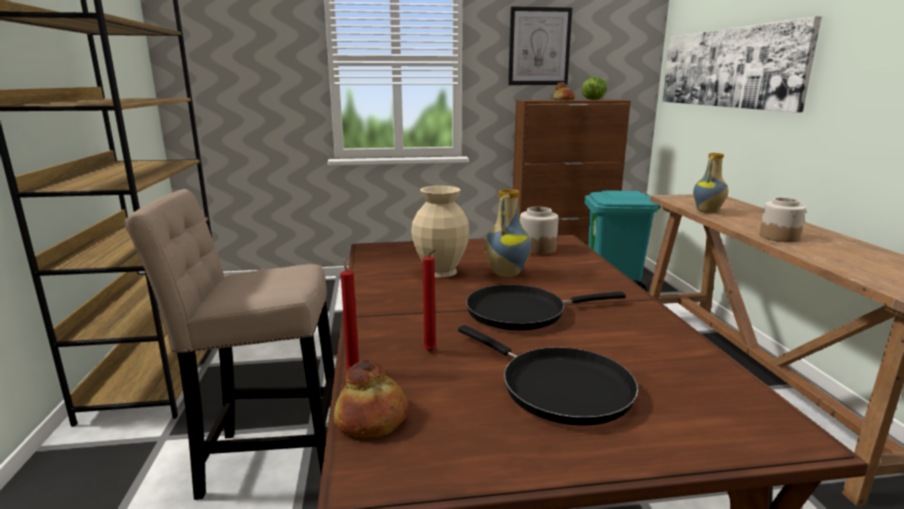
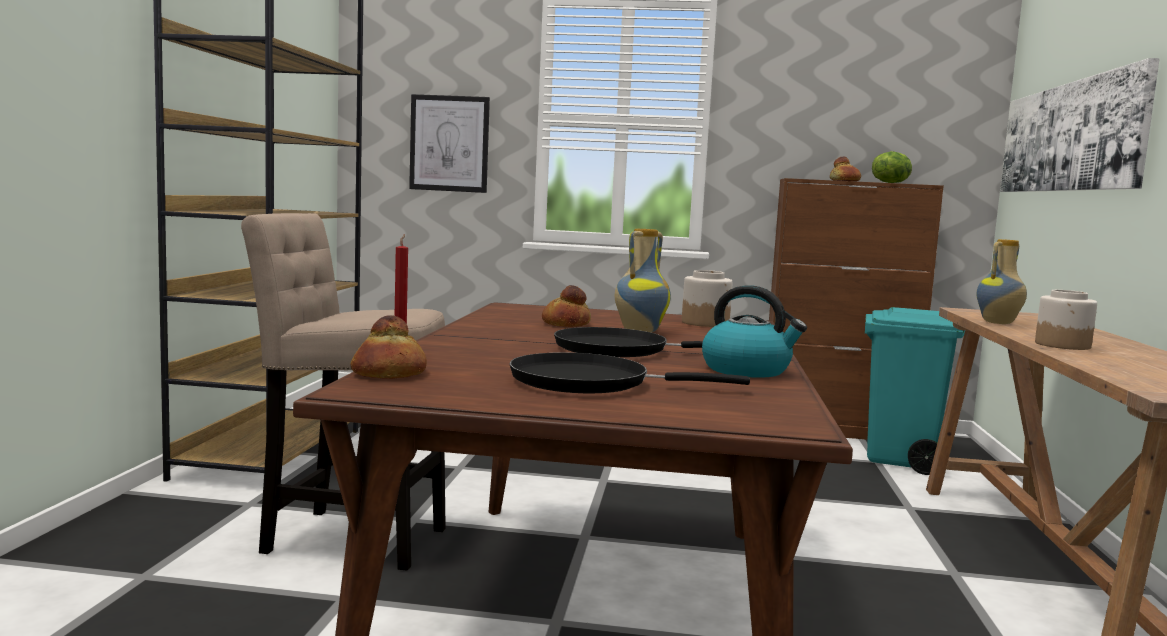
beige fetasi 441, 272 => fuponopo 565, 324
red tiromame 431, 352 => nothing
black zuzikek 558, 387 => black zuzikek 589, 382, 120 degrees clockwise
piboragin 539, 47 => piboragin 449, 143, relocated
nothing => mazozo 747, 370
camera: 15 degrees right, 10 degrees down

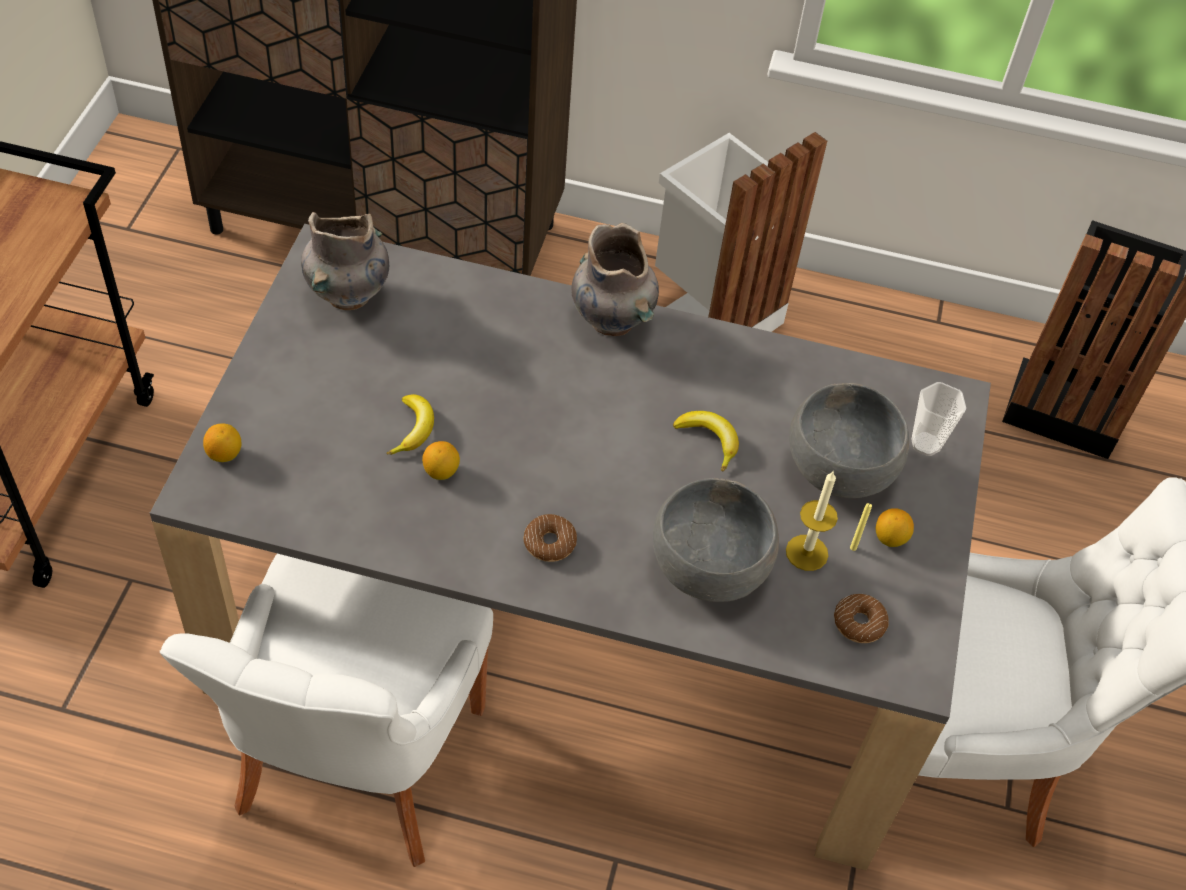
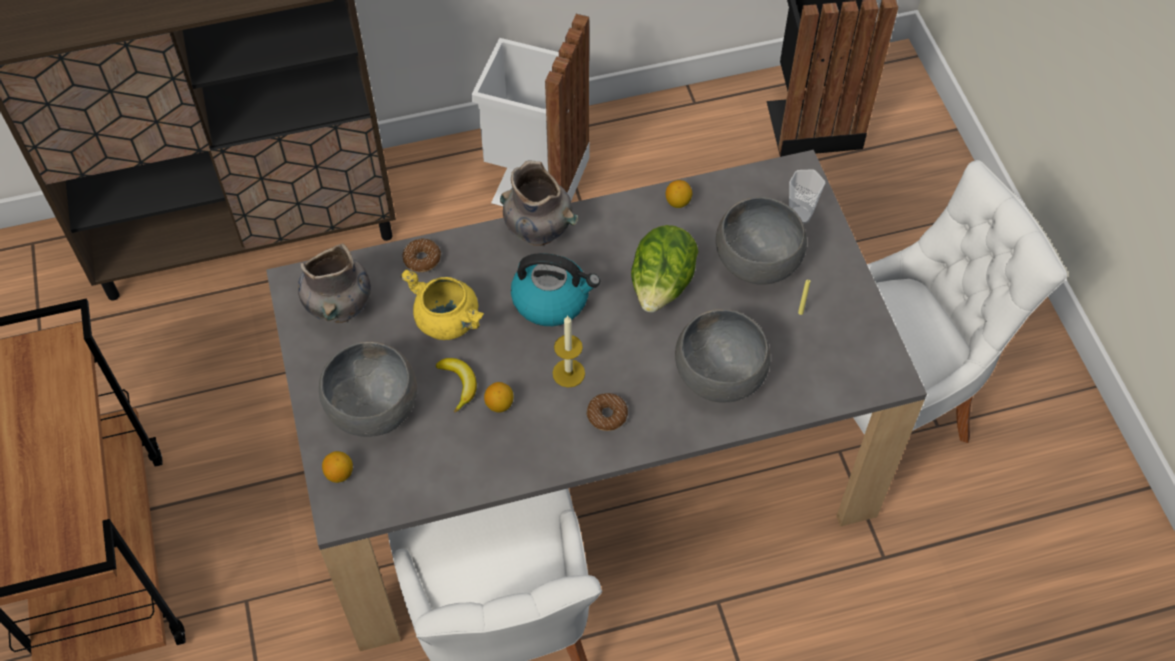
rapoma 709, 440 => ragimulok 662, 286
tiromame 806, 552 => tiromame 568, 373, relocated
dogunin 859, 623 => dogunin 422, 259, relocated
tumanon 890, 538 => tumanon 678, 202, relocated
nothing => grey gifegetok 373, 407
nothing => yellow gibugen 448, 320
nothing => mazozo 552, 300
camera: 25 degrees left, 5 degrees up

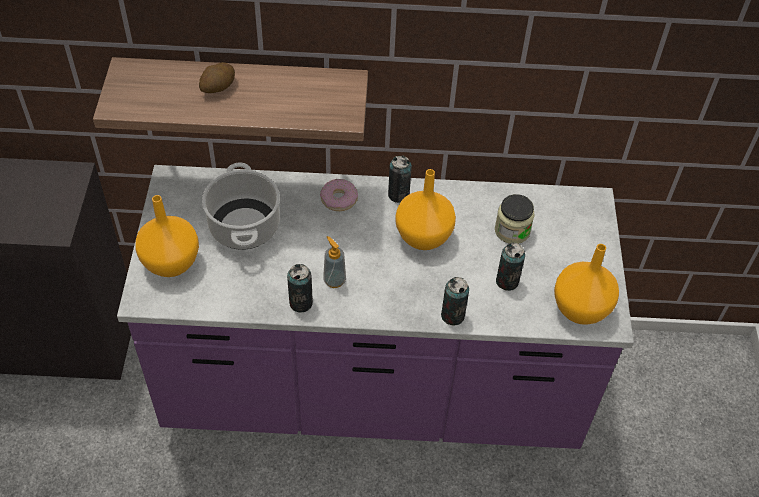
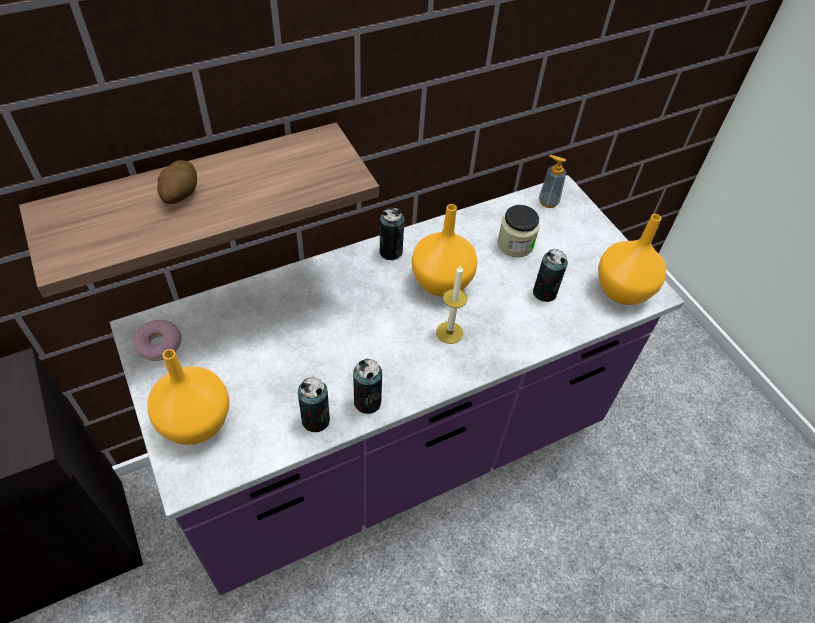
gibugen 245, 227 => nothing
dogunin 339, 199 => dogunin 159, 344, relocated
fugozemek 334, 280 => fugozemek 548, 202, relocated
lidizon 452, 316 => lidizon 315, 420, relocated
nothing => tiromame 449, 332
camera: 30 degrees left, 0 degrees up

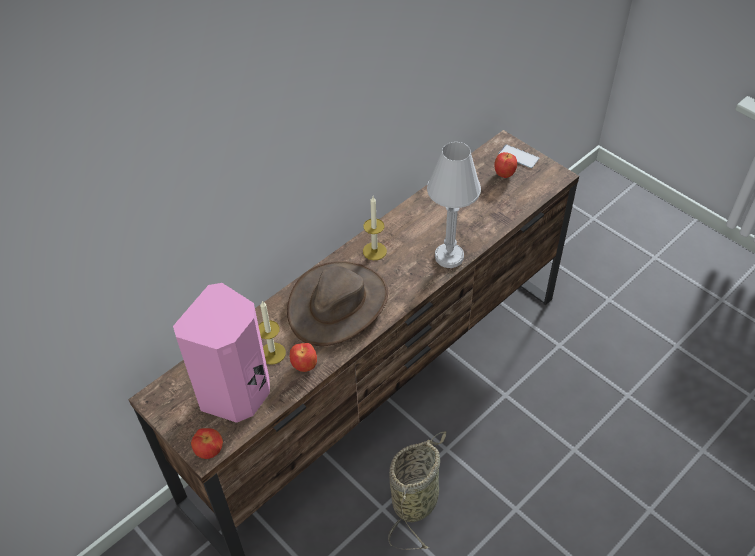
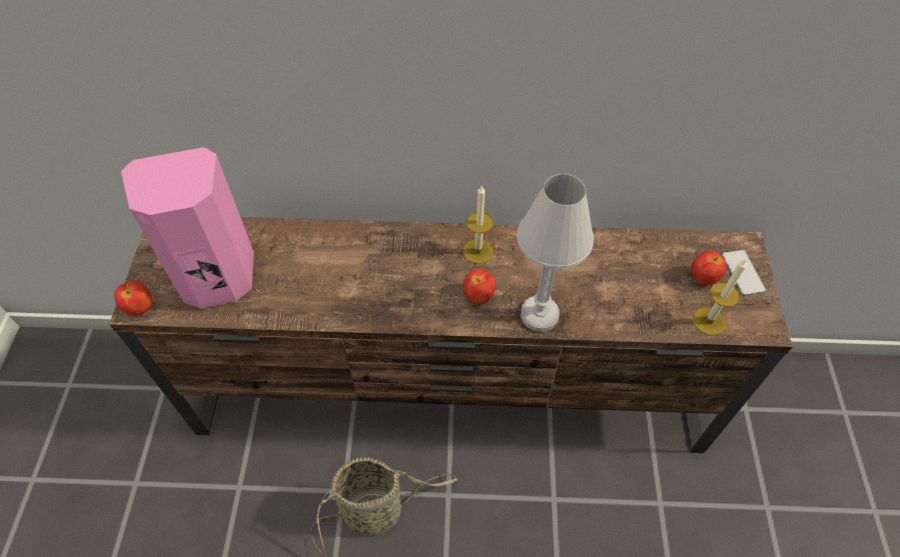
tiromame 272, 353 => tiromame 709, 321, relocated
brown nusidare 337, 304 => nothing
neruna 305, 366 => neruna 479, 297, relocated
camera: 45 degrees right, 5 degrees up

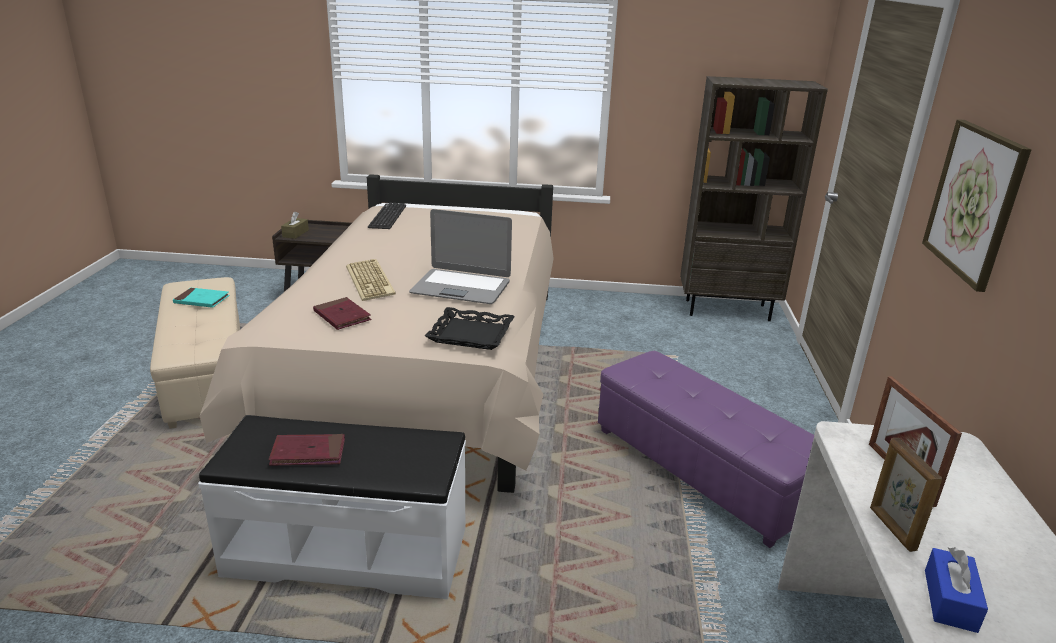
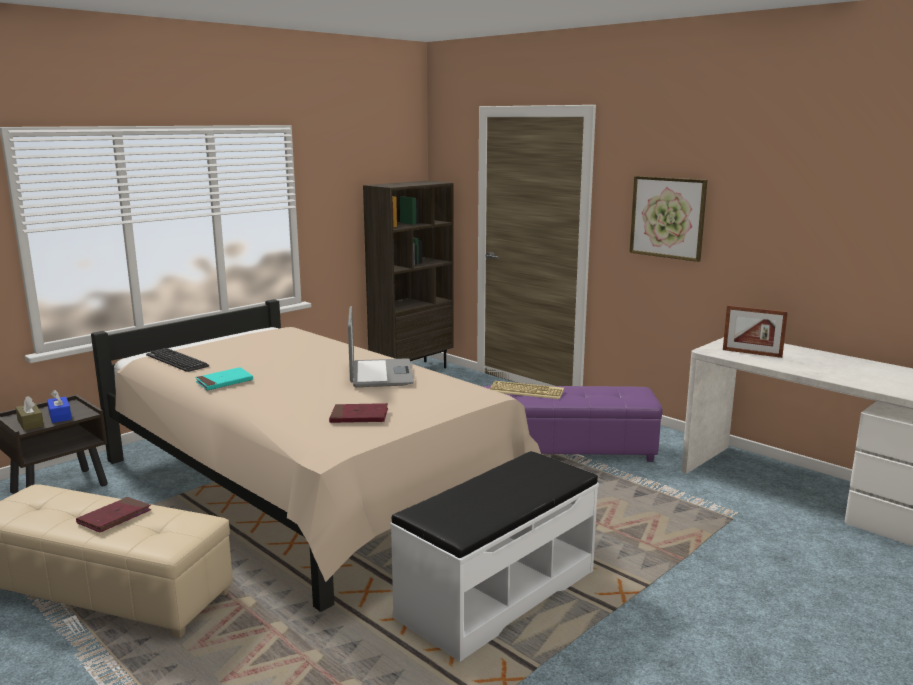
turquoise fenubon 202, 300 => turquoise fenubon 224, 382, relocated
red fenubon 308, 453 => red fenubon 114, 517, relocated
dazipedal 371, 281 => dazipedal 527, 391, relocated
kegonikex 461, 287 => kegonikex 380, 374, 60 degrees counterclockwise
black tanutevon 470, 334 => nothing
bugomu 891, 529 => nothing
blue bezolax 950, 600 => blue bezolax 60, 416, relocated
camera: 50 degrees left, 10 degrees down

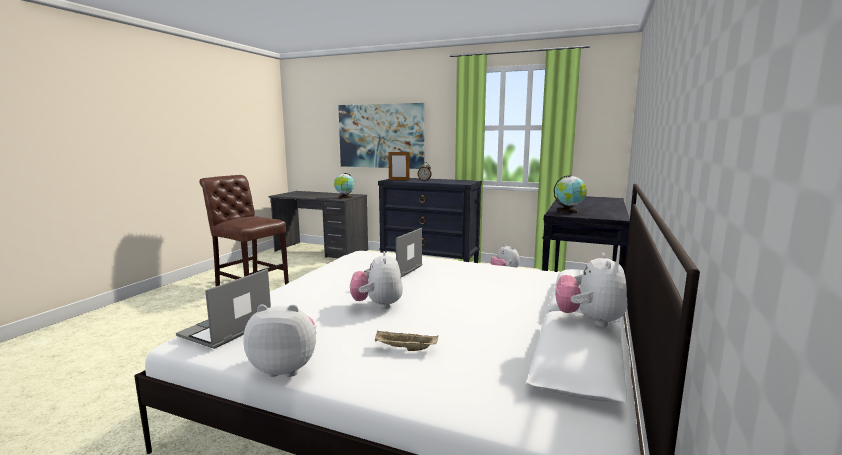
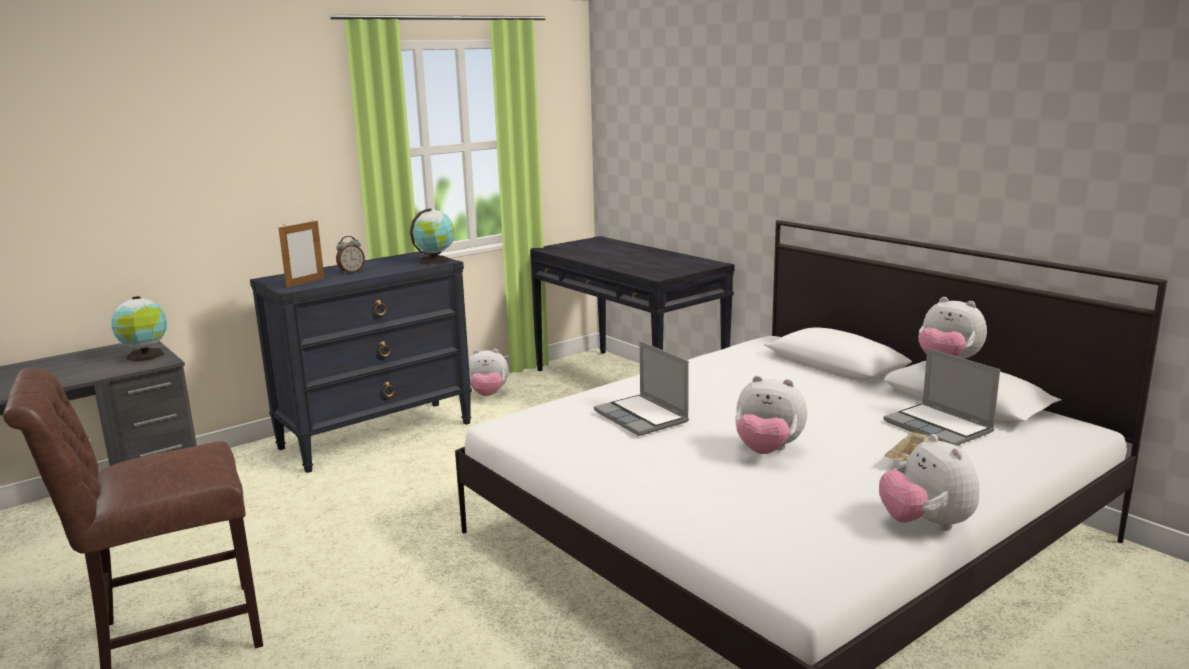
kegonikex 226, 330 => kegonikex 939, 427, relocated
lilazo 285, 368 => lilazo 926, 524, 45 degrees counterclockwise
piboragin 381, 136 => nothing
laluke 569, 211 => laluke 435, 260, relocated
camera: 60 degrees left, 5 degrees up

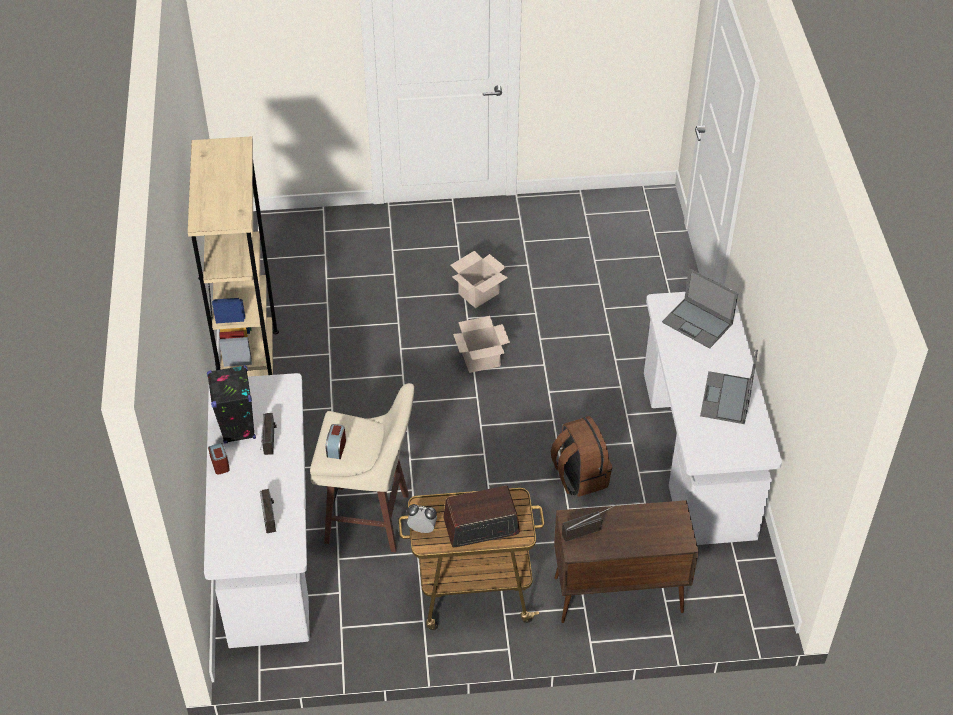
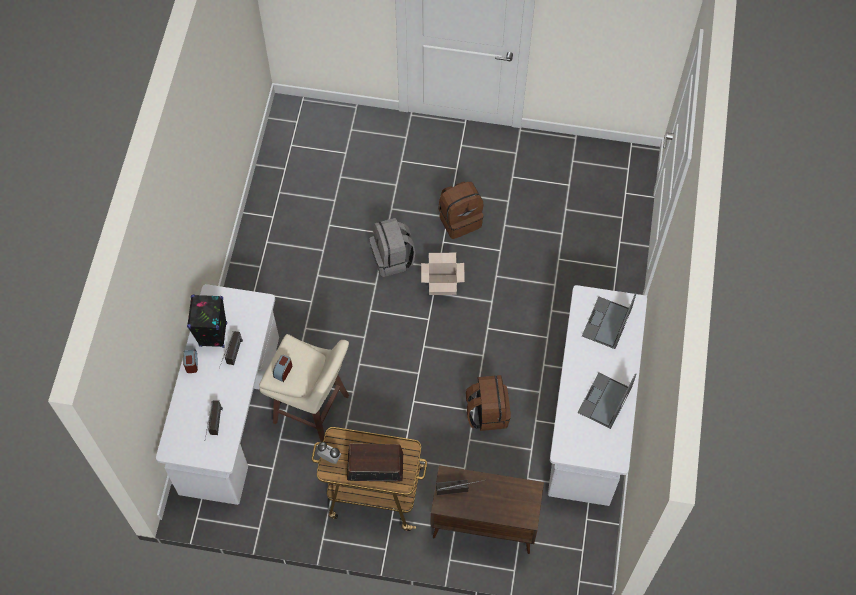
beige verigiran 252, 375 => nothing
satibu 479, 293 => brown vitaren 460, 219
kegonikex 698, 323 => kegonikex 606, 323, 60 degrees clockwise
nothing => grey vitaren 393, 258
camera: 15 degrees right, 15 degrees up

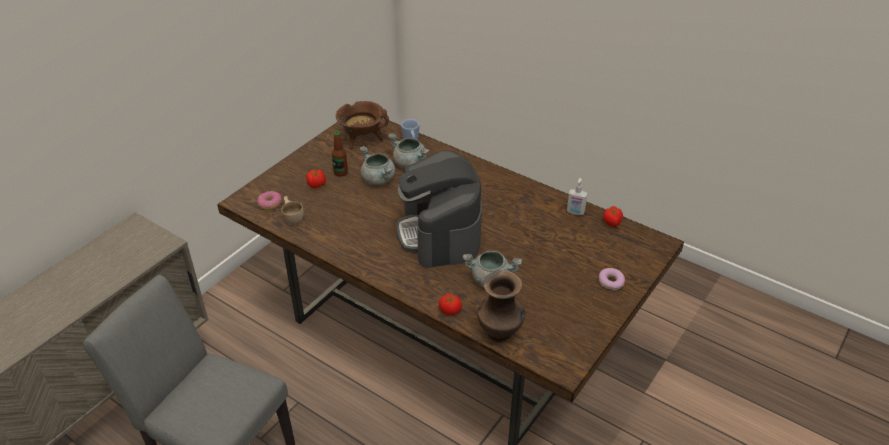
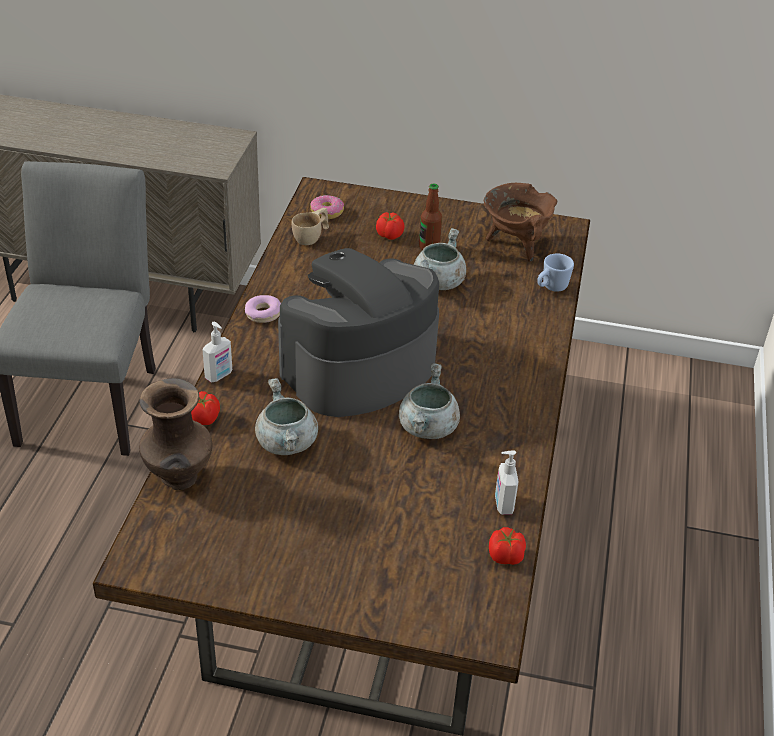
grey gibugen 410, 163 => grey gibugen 428, 428, relocated
dogunin 611, 282 => dogunin 263, 314, relocated
nothing => fugozemek 219, 376
camera: 65 degrees right, 0 degrees up

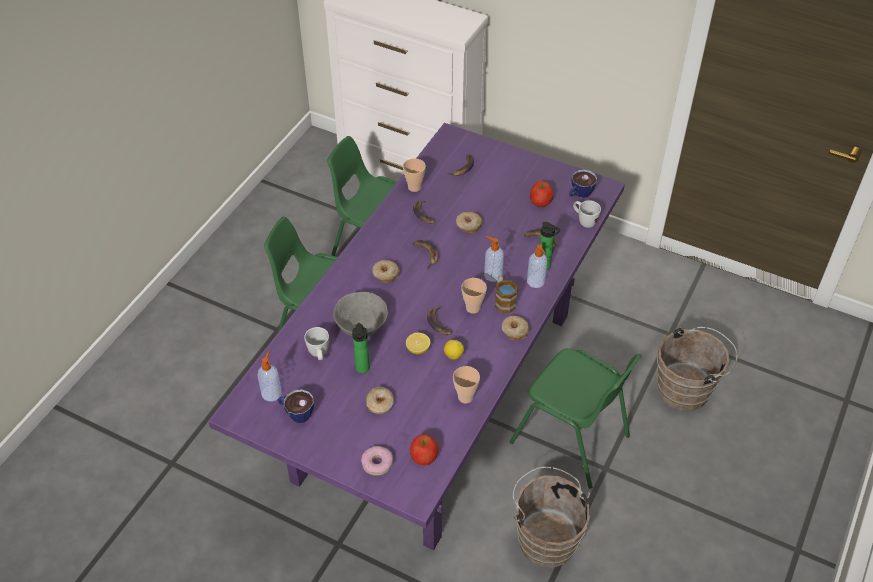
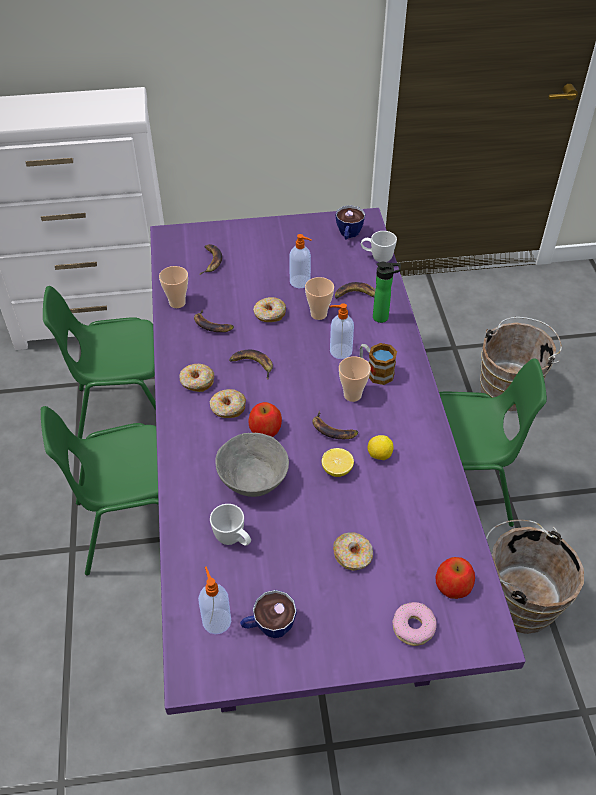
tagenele 362, 370 => nothing
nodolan 465, 397 => nodolan 318, 314, relocated
dogunin 514, 331 => dogunin 197, 382, relocated
fugozemek 536, 282 => fugozemek 300, 282, relocated
neruna 540, 201 => neruna 265, 429, relocated
camera: 35 degrees left, 0 degrees up

